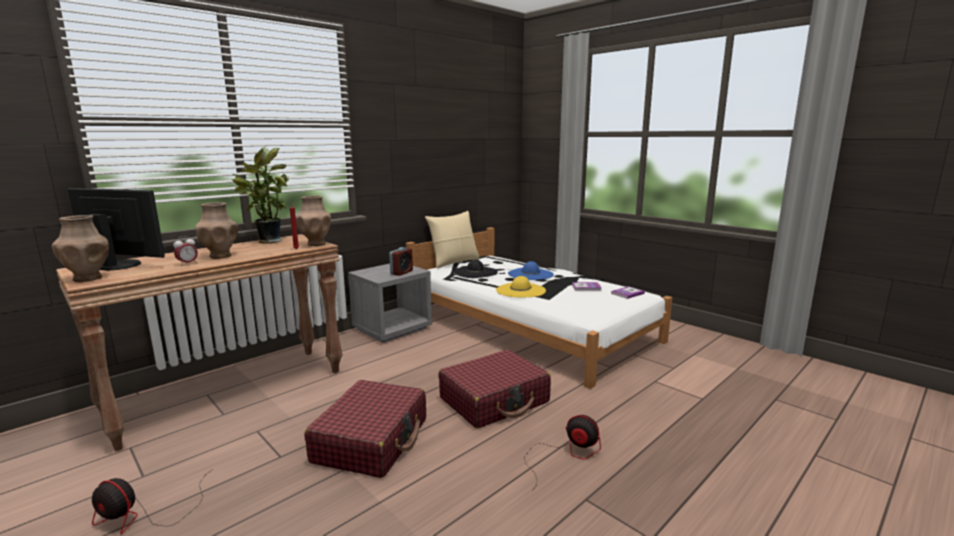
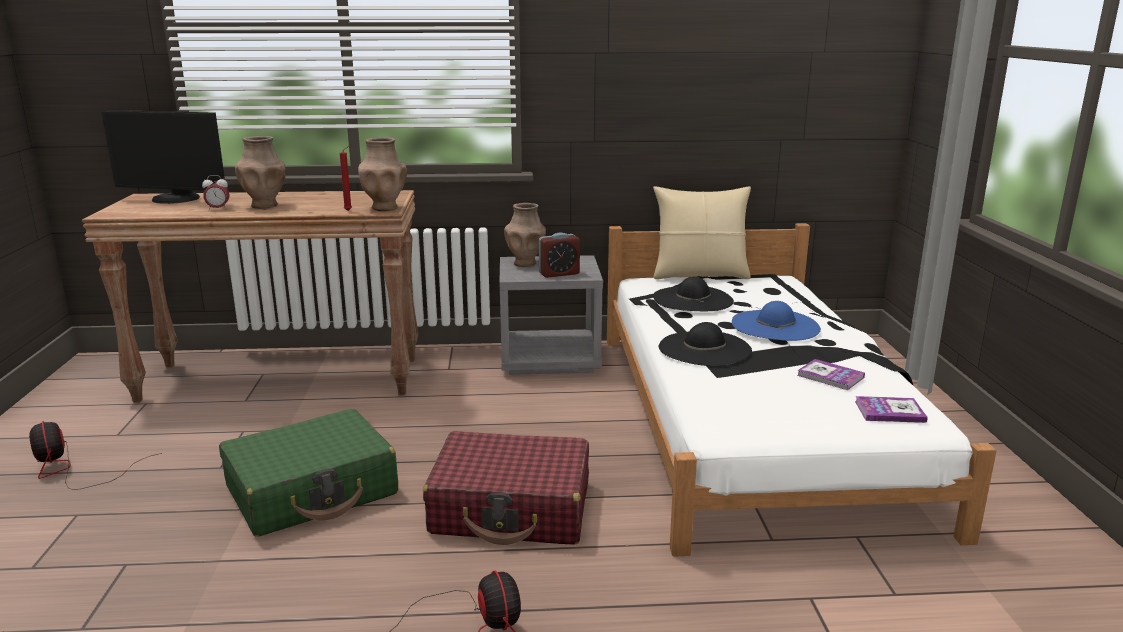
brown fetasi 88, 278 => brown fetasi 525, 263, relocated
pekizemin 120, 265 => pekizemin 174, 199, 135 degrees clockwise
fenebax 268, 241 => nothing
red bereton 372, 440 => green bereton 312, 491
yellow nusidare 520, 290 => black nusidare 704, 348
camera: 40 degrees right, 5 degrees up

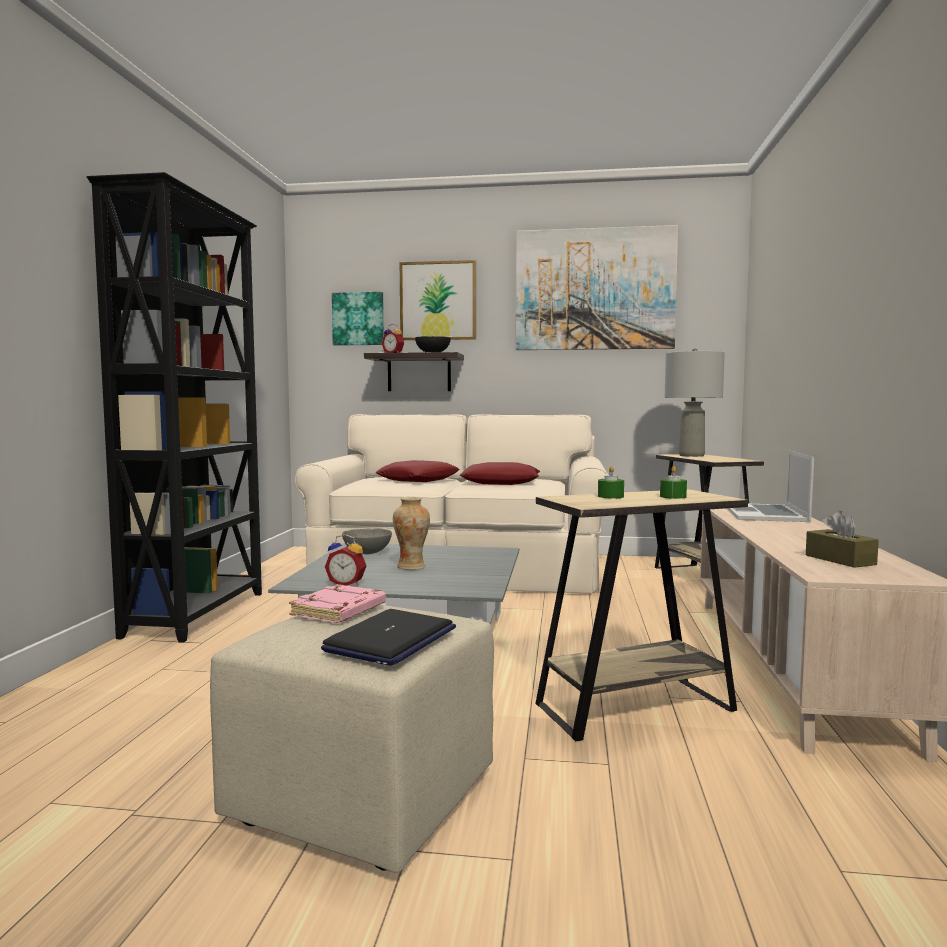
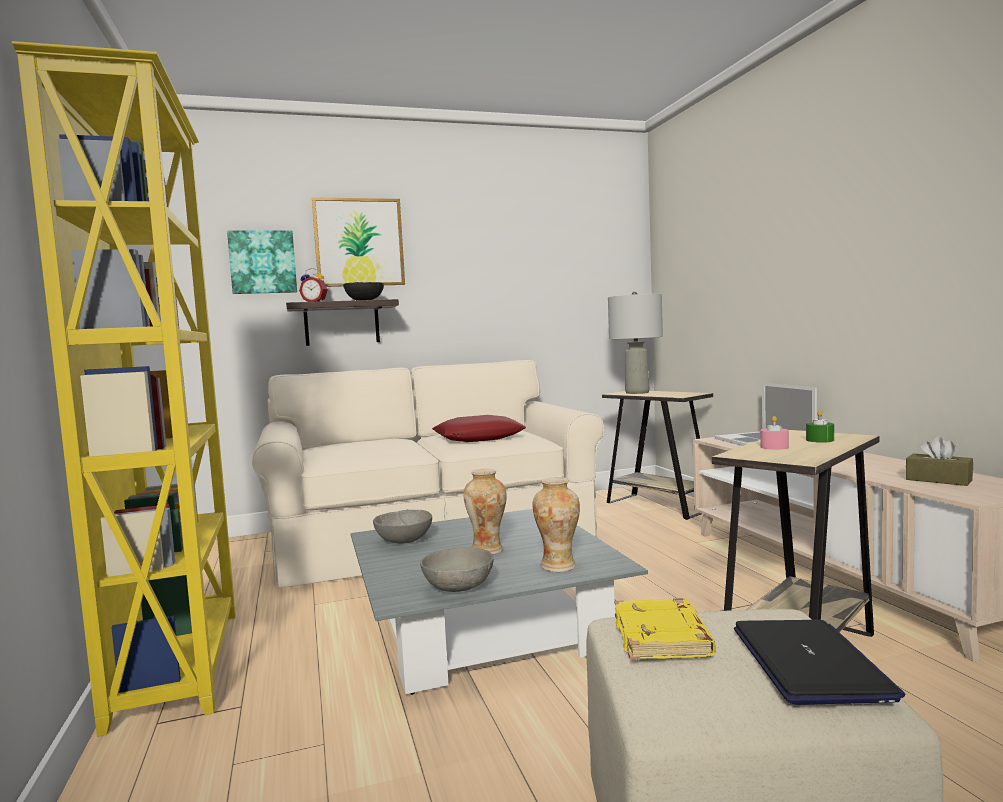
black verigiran 199, 614 => yellow verigiran 181, 664
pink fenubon 339, 611 => yellow fenubon 663, 637
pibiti 347, 584 => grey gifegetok 459, 588
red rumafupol 418, 480 => nothing
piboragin 594, 289 => nothing
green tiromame 610, 496 => pink tiromame 774, 447
nothing => fetasi 558, 566
camera: 25 degrees left, 0 degrees up

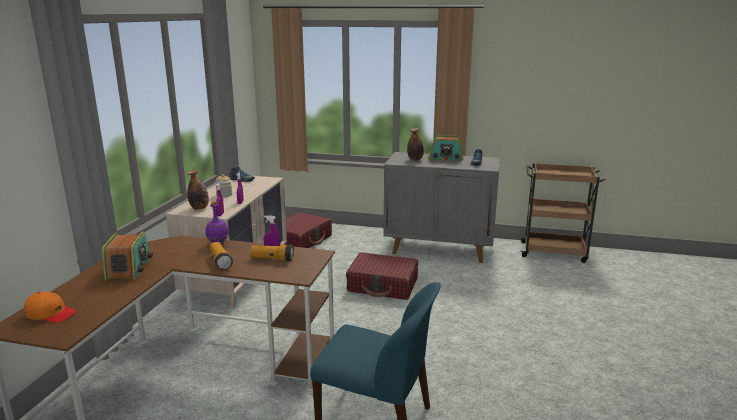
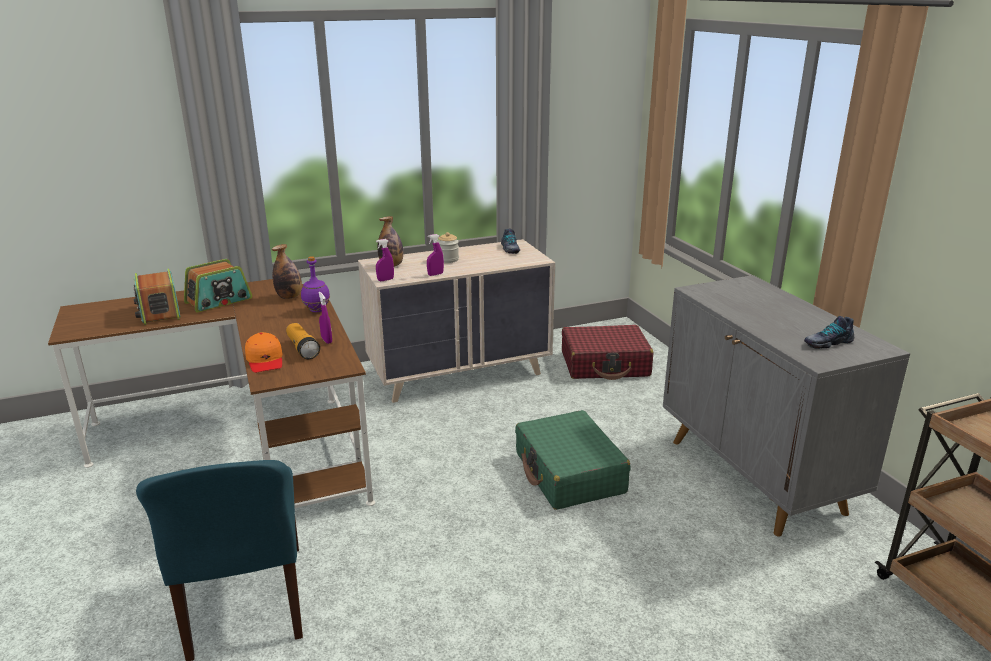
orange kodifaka 51, 314 => orange kodifaka 265, 360, relocated
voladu 220, 262 => nothing
red bereton 383, 285 => green bereton 569, 473
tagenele 415, 159 => tagenele 289, 297, relocated
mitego 446, 158 => mitego 159, 312, relocated
camera: 55 degrees right, 5 degrees up

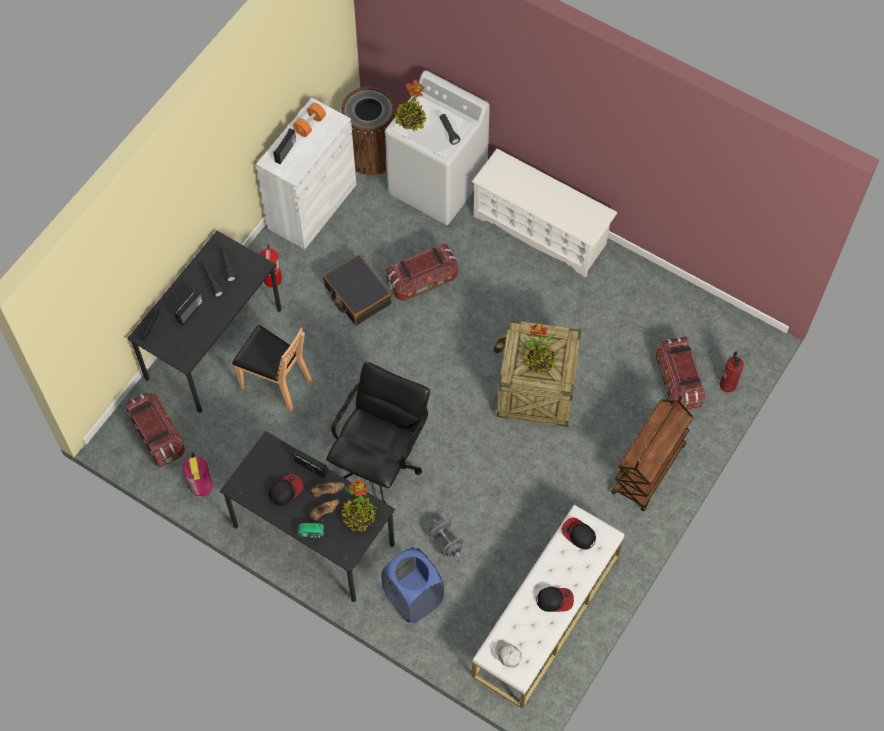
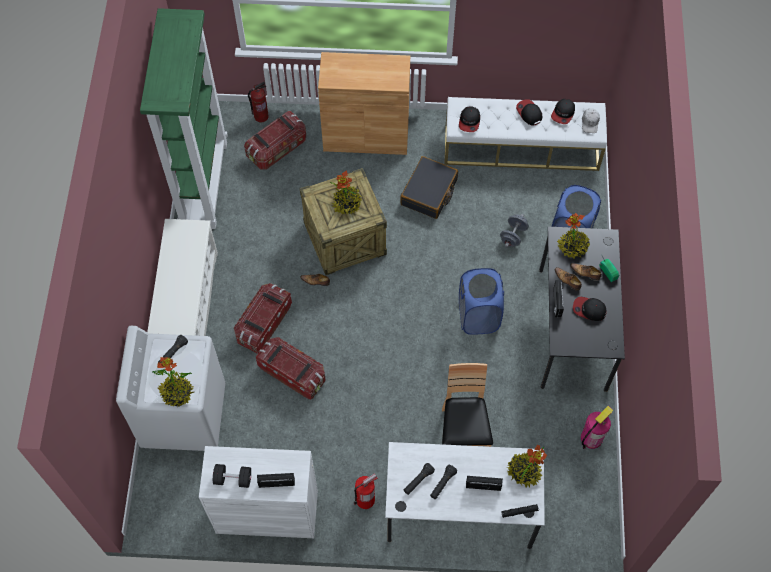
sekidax 157, 435 => sekidax 263, 324, relocated
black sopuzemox 214, 344 => white sopuzemox 459, 510
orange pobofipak 310, 125 => black pobofipak 233, 479
black bereton 357, 295 => black bereton 429, 192, relocated
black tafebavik 380, 460 => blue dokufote 478, 316
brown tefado 371, 154 => nothing
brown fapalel 648, 470 => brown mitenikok 366, 135
nothing => green verigiran 203, 183
nothing => fenebax 524, 471
nothing => kodifaka 563, 113
camera: 120 degrees left, 0 degrees up

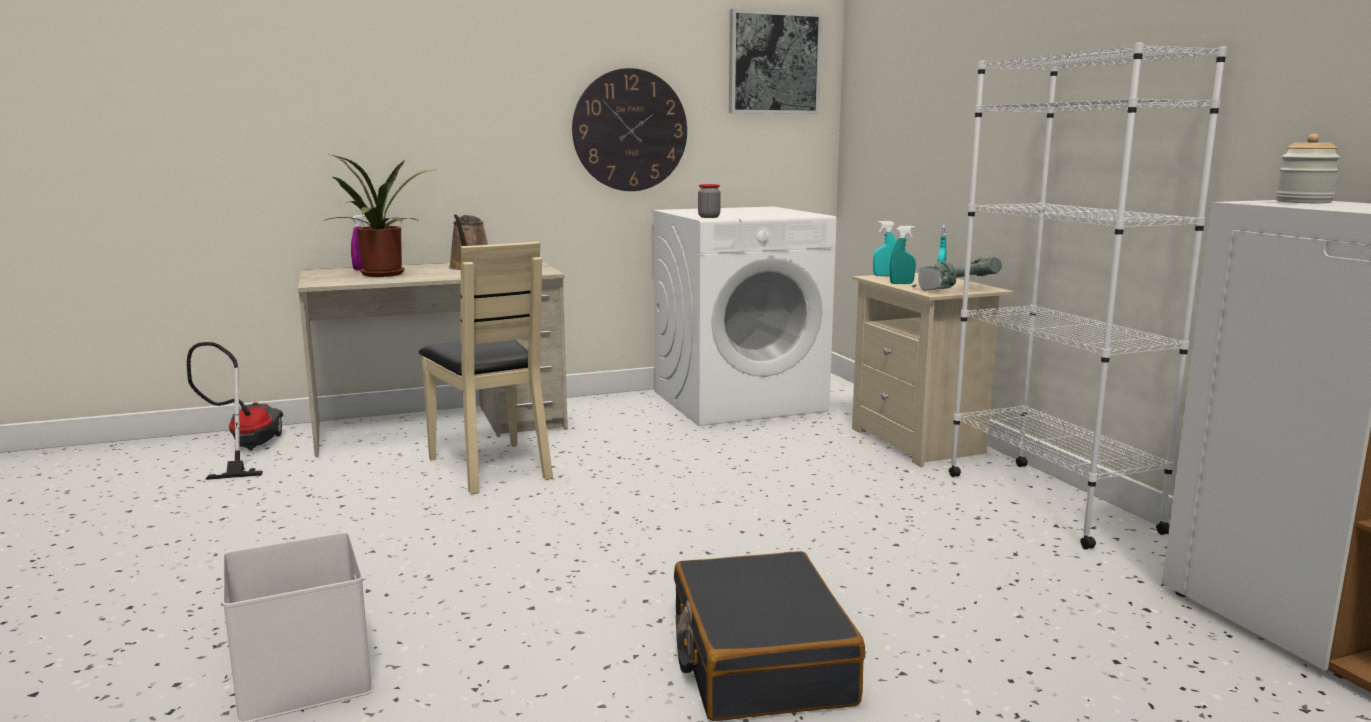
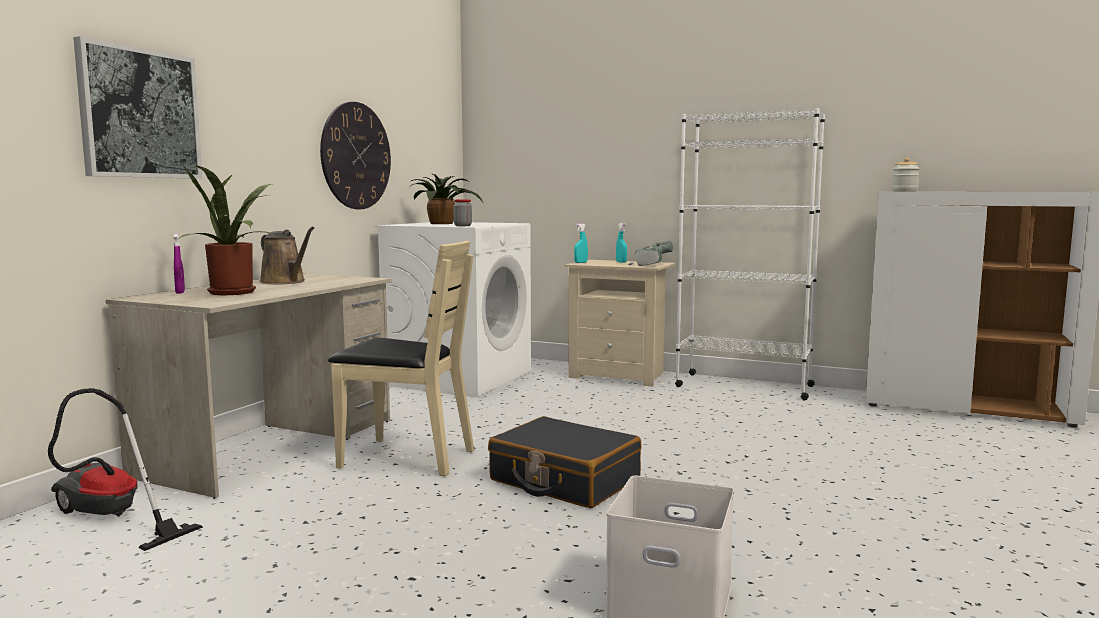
black bereton 759, 660 => black bereton 564, 480, relocated
piboragin 774, 63 => piboragin 140, 113, relocated
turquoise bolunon 901, 283 => nothing
nothing => fenebax 443, 223
camera: 45 degrees left, 5 degrees down

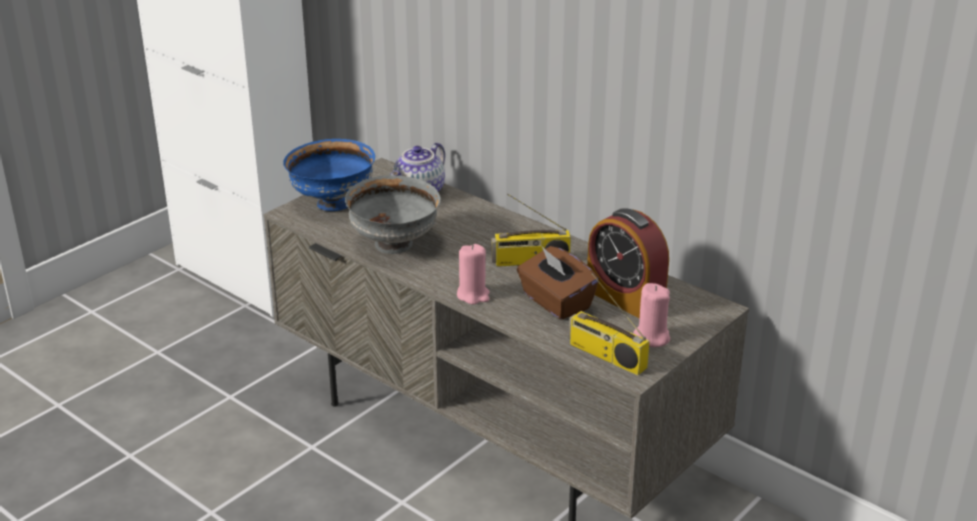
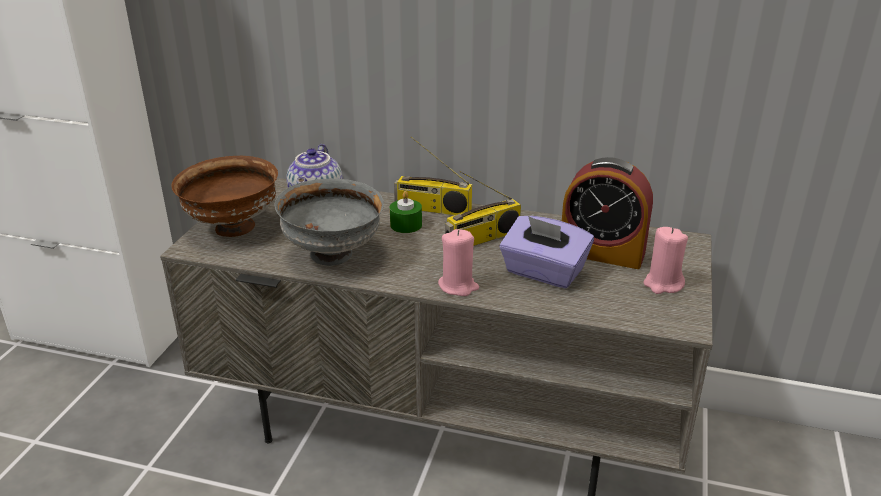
blue gifegetok 332, 204 => brown gifegetok 233, 228
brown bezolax 555, 302 => purple bezolax 543, 272
mitego 605, 356 => mitego 432, 209, relocated
nothing => green tiromame 406, 225
camera: 25 degrees left, 0 degrees up

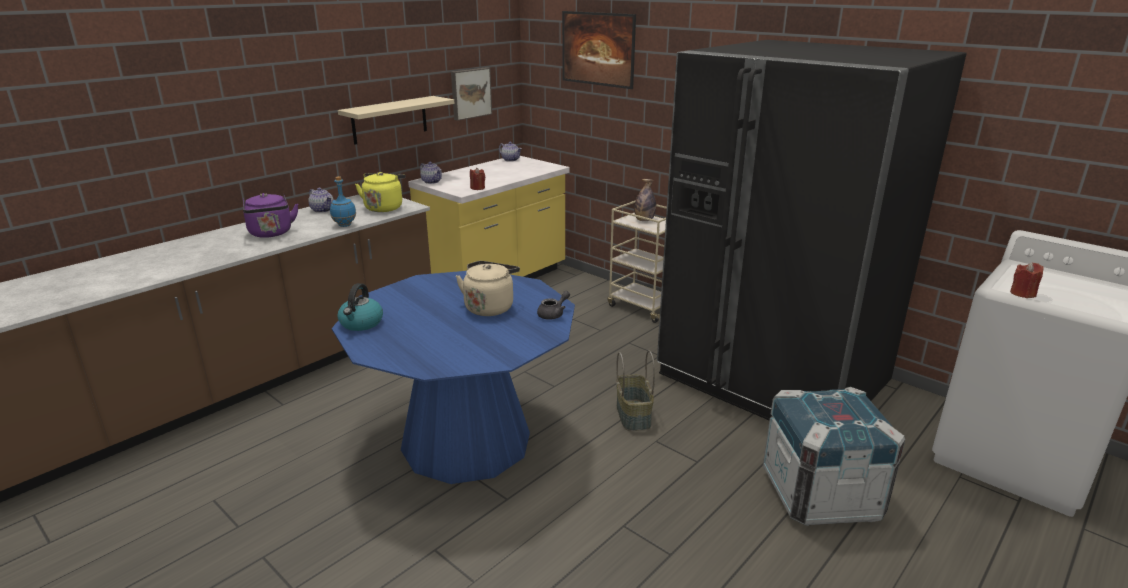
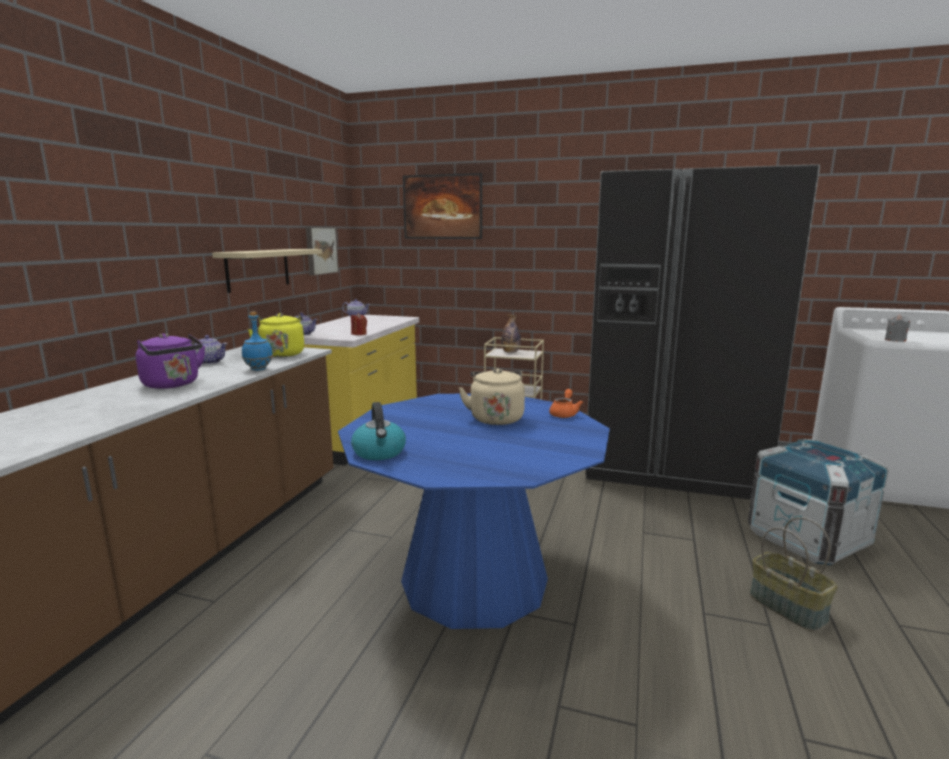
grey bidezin 553, 314 => orange bidezin 564, 414
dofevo 634, 415 => dofevo 788, 607, relocated
red tiromame 1023, 293 => grey tiromame 895, 340
camera: 25 degrees left, 10 degrees down

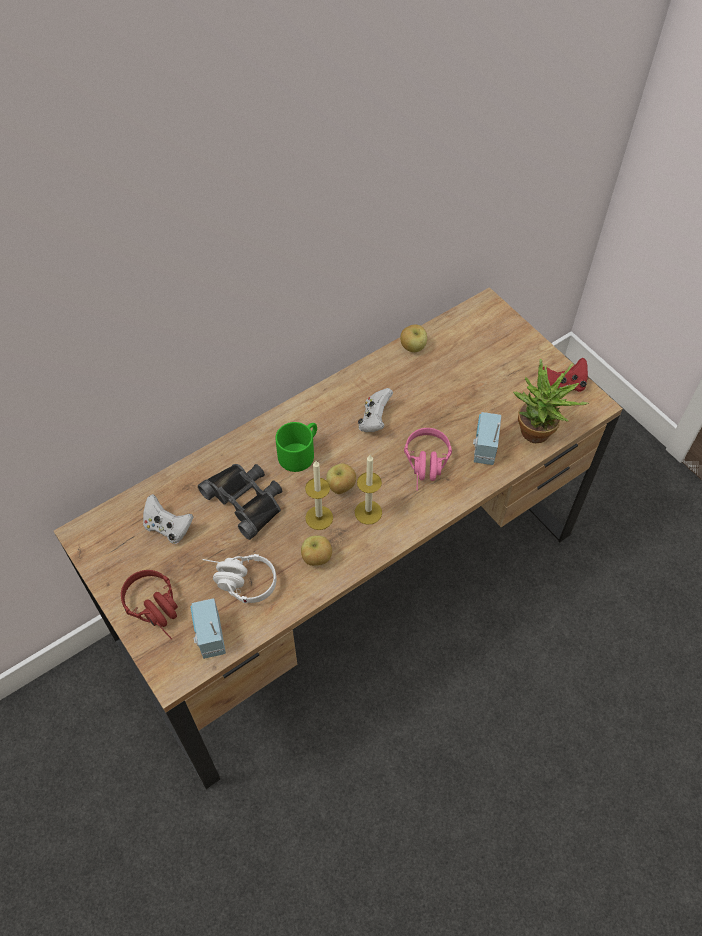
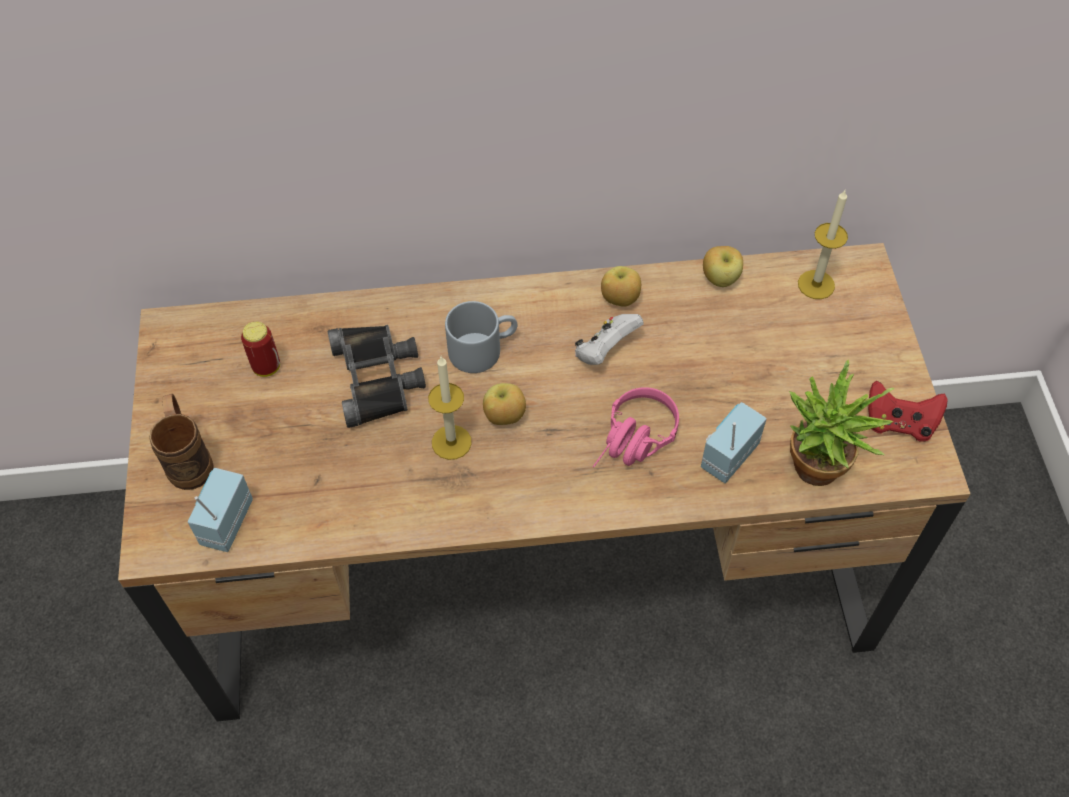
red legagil 158, 610 => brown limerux 190, 459
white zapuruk 168, 527 => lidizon 266, 367
white legagil 238, 582 => nothing
green limerux 299, 452 => grey limerux 483, 348
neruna 316, 559 => neruna 619, 300, relocated
tiromame 368, 512 => tiromame 816, 284, relocated
camera: 30 degrees right, 0 degrees up

